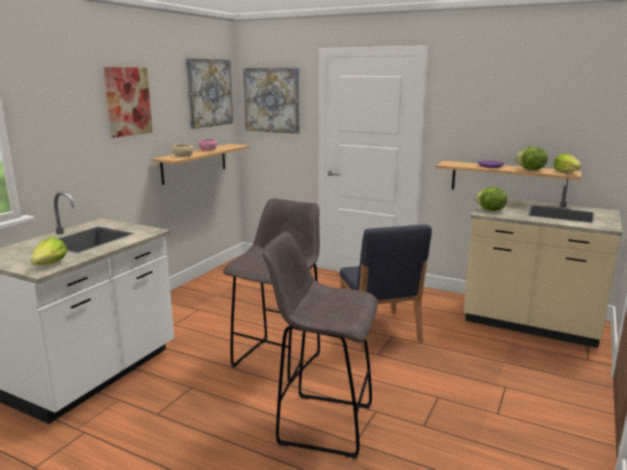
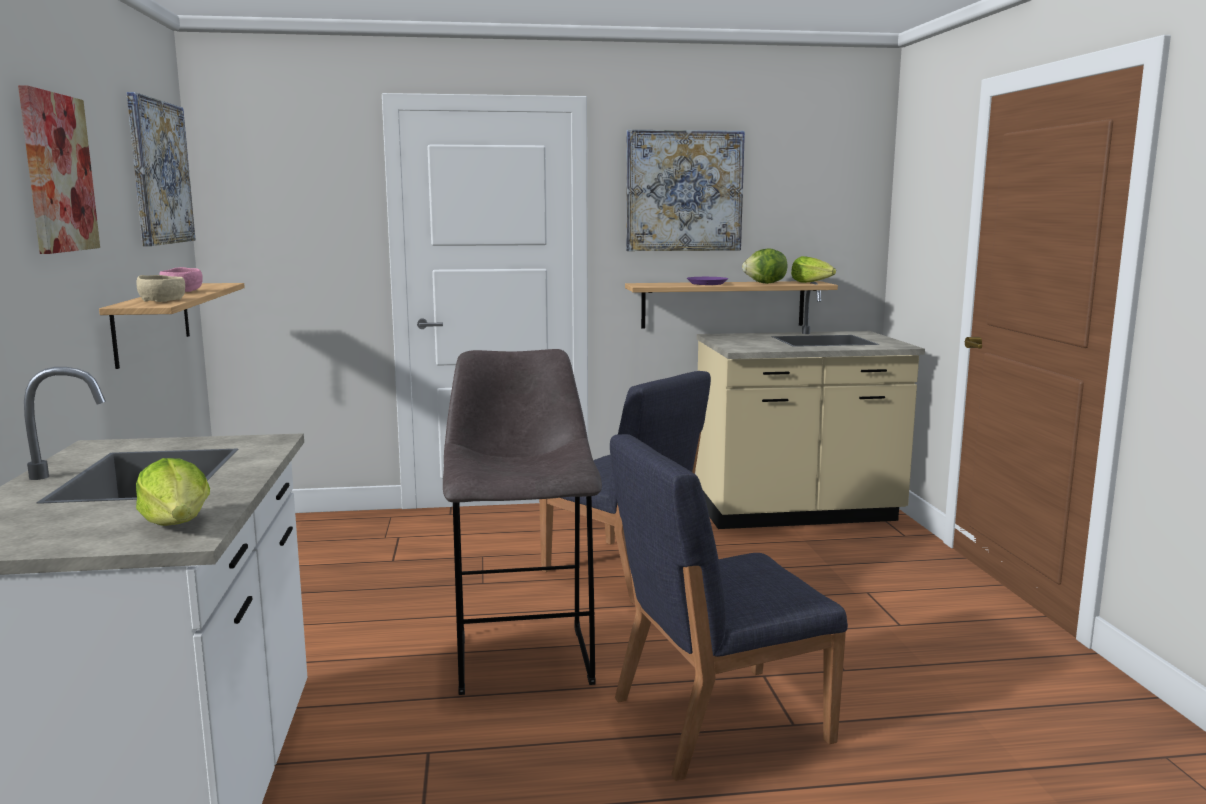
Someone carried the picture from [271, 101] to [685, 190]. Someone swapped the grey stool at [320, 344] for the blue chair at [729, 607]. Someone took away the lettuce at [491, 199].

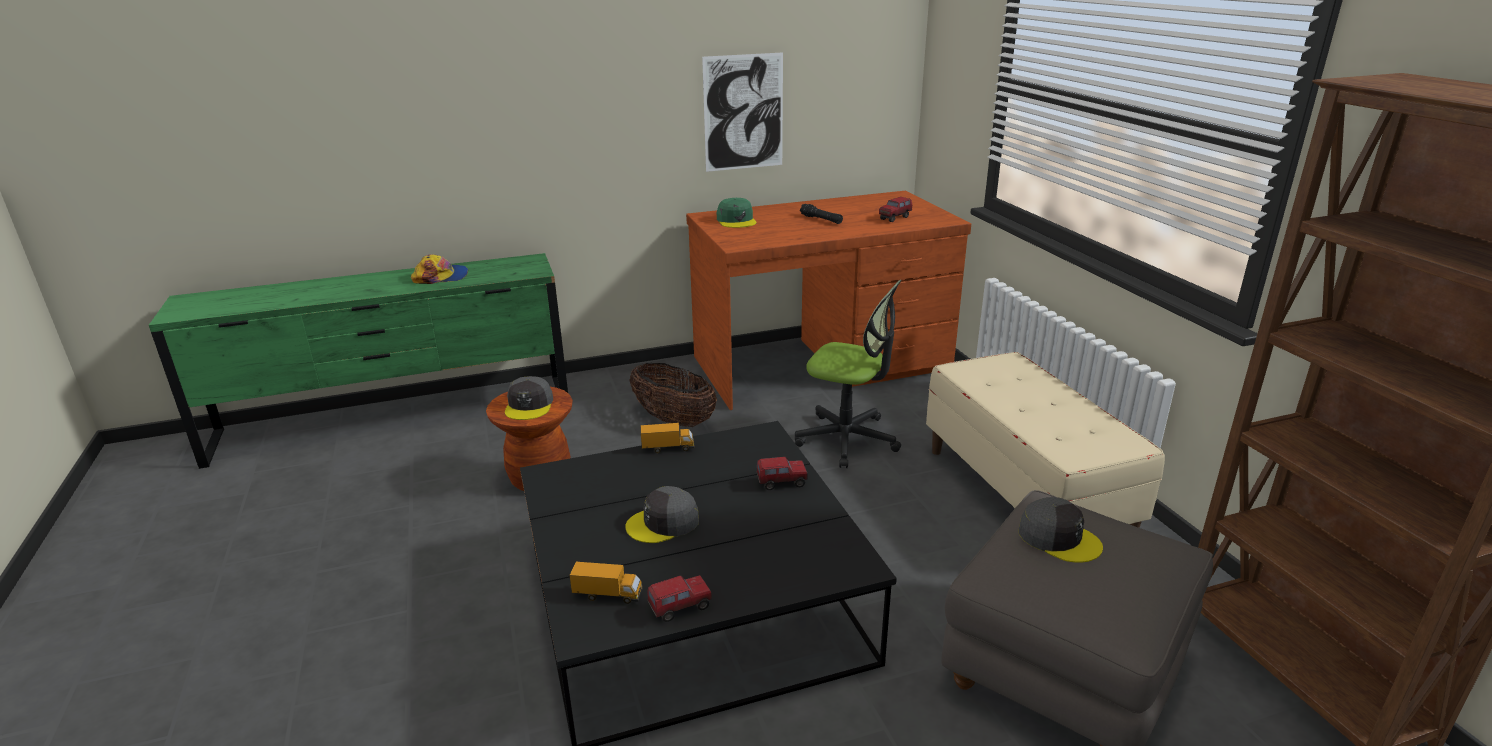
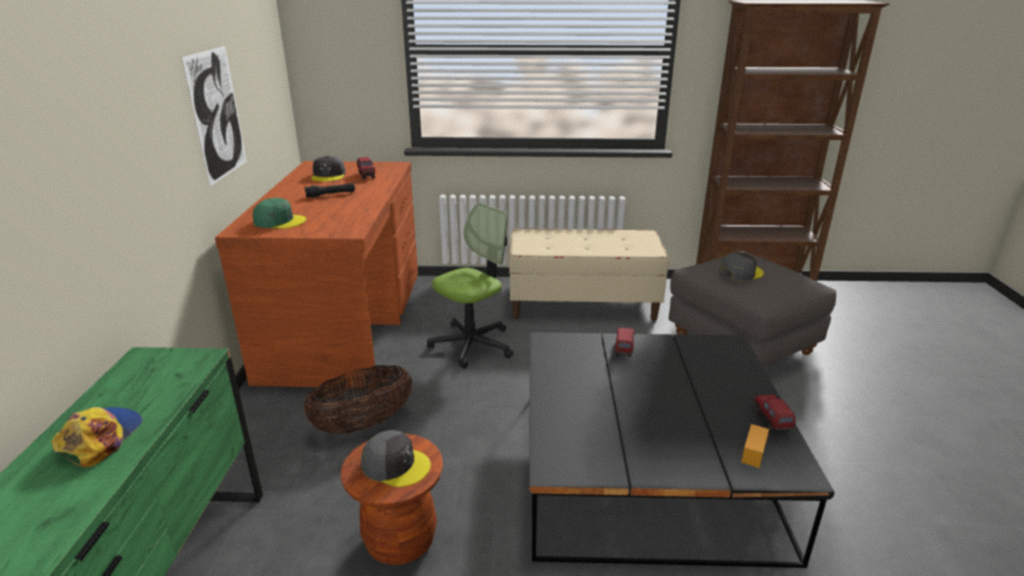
Someone carried the grey cap from [662, 514] to [328, 169]. Someone took away the toy truck at [668, 438].

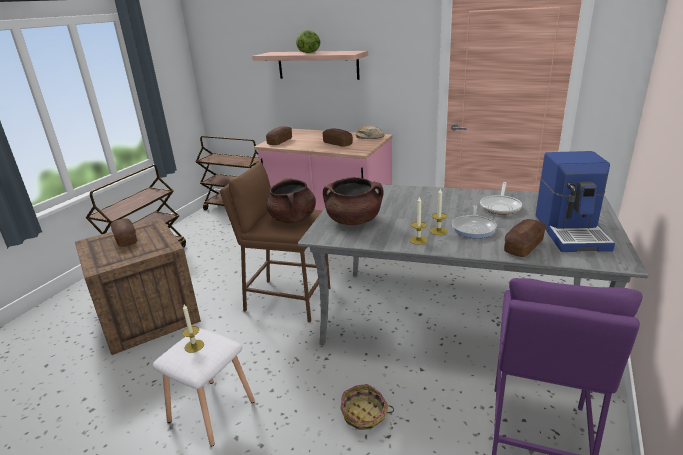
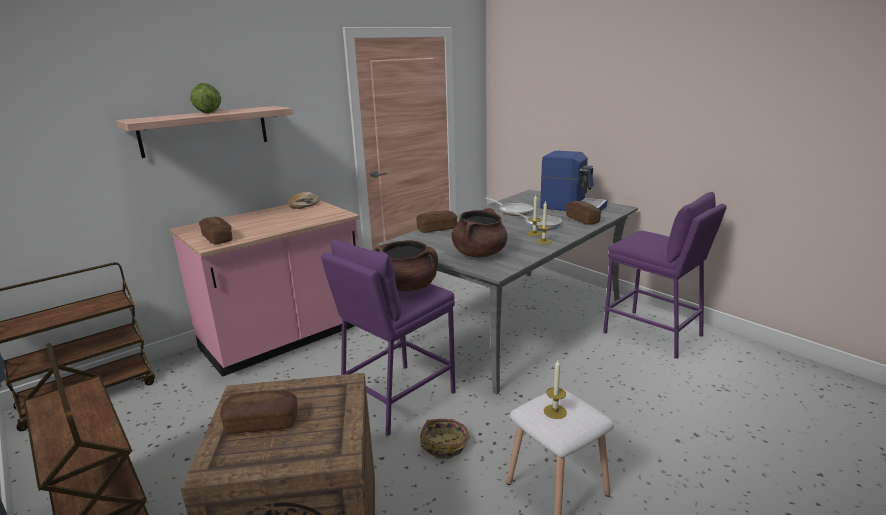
Someone repainted the brown stool at [275, 242], which became the purple stool at [388, 337]. Someone carried the bread from [337, 137] to [436, 222]. Someone carried the basket from [367, 407] to [445, 439].

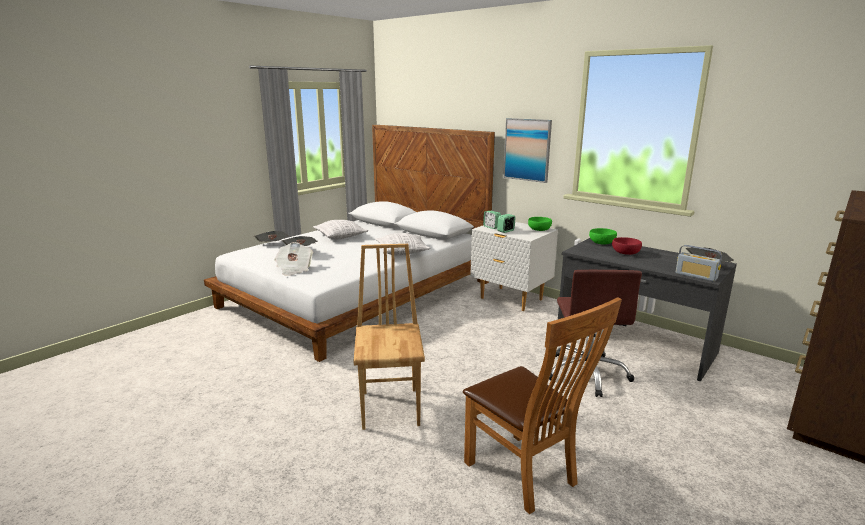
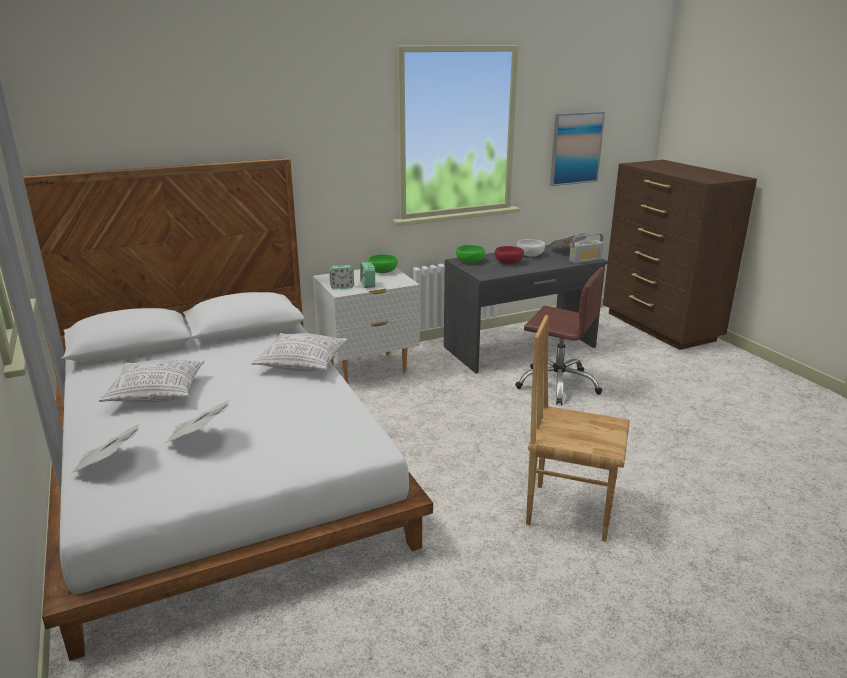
Someone took away the newspaper at [293, 259]. Someone took away the brown chair at [542, 405]. Someone carried the picture from [527, 150] to [577, 149]. Someone put down the white bowl at [531, 247].

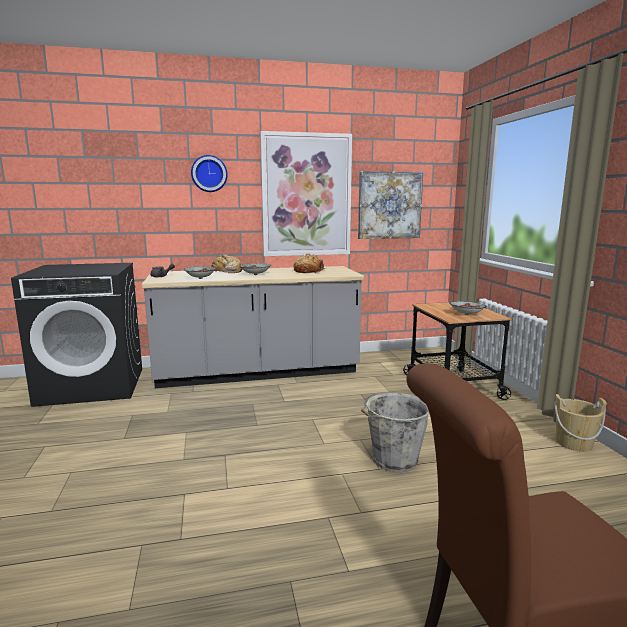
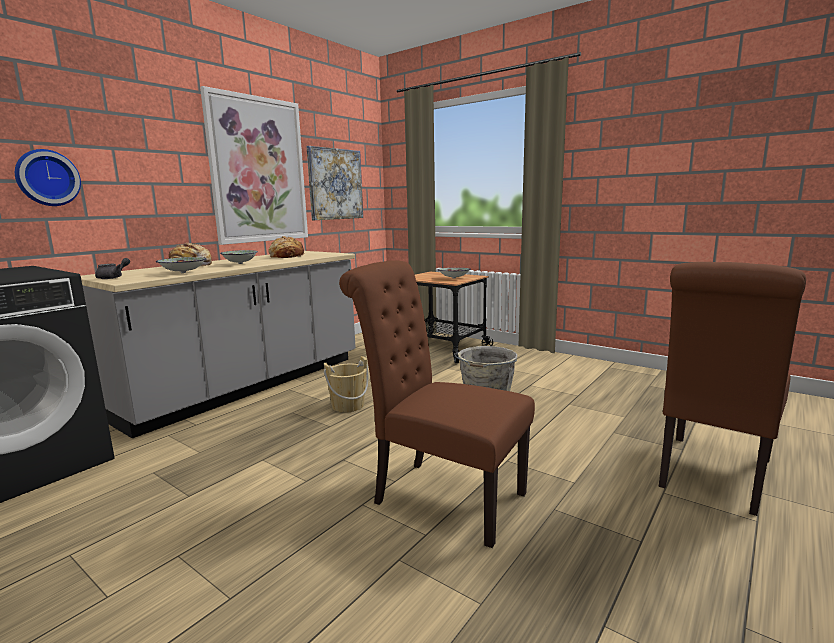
Someone carried the wall clock from [209, 173] to [48, 177]. Someone carried the beige bucket from [580, 423] to [346, 384]. Someone put down the brown chair at [437, 404].

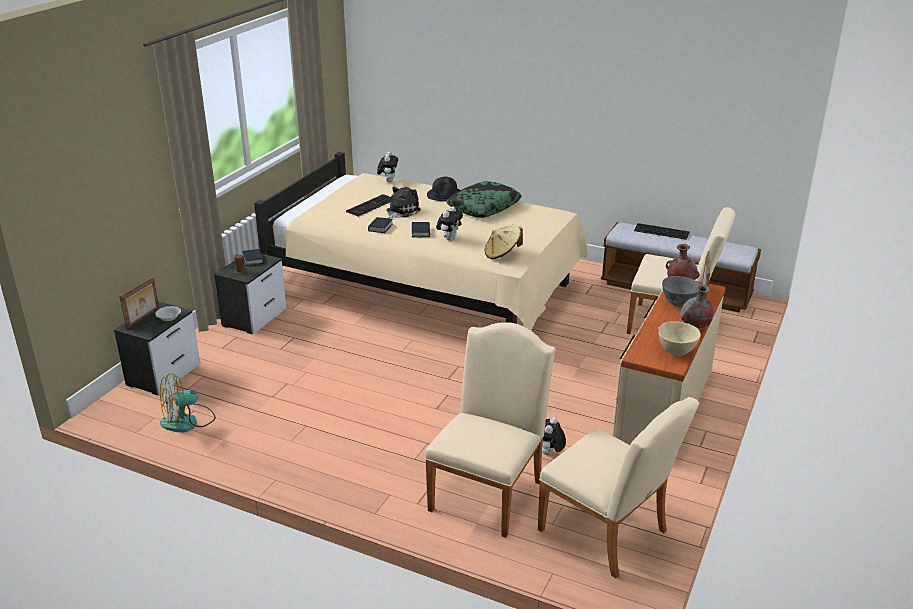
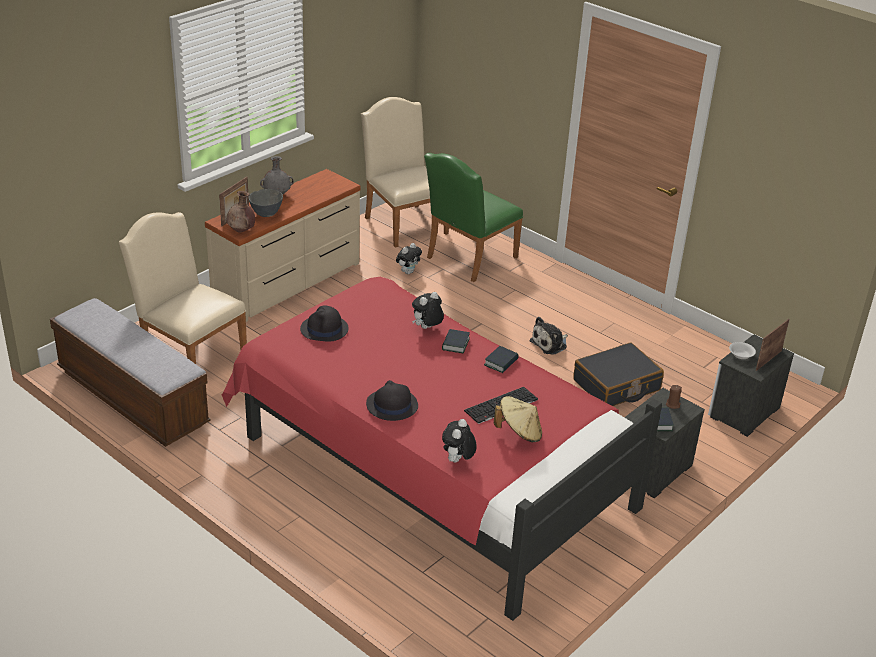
Someone took away the fan at [188, 402]. Someone repainted the beige bed at [421, 241], which became the red bed at [442, 449]. Someone carried the plush toy from [403, 203] to [549, 336]. Someone repainted the beige chair at [490, 430], which became the green chair at [473, 217]. Someone took away the pillow at [484, 199]. Someone carried the beige hat from [504, 242] to [518, 419]. Someone took away the keyboard at [662, 231]. Someone took away the beige bowl at [679, 338]. Someone put down the black hat at [324, 324]. Someone put down the black suitcase at [618, 374].

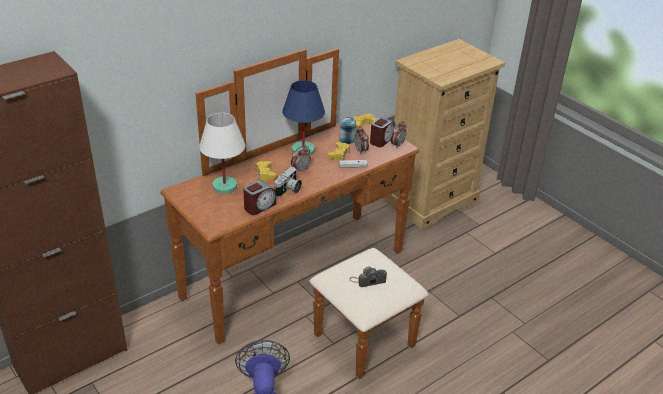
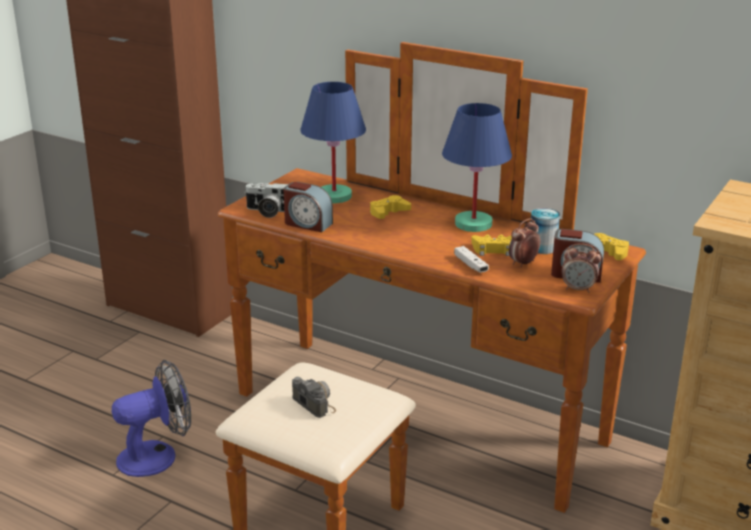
Someone repainted the white table lamp at [222, 153], which became the blue table lamp at [333, 142]. Someone carried the photo camera from [288, 182] to [266, 200]. Someone took away the alarm clock at [301, 159].

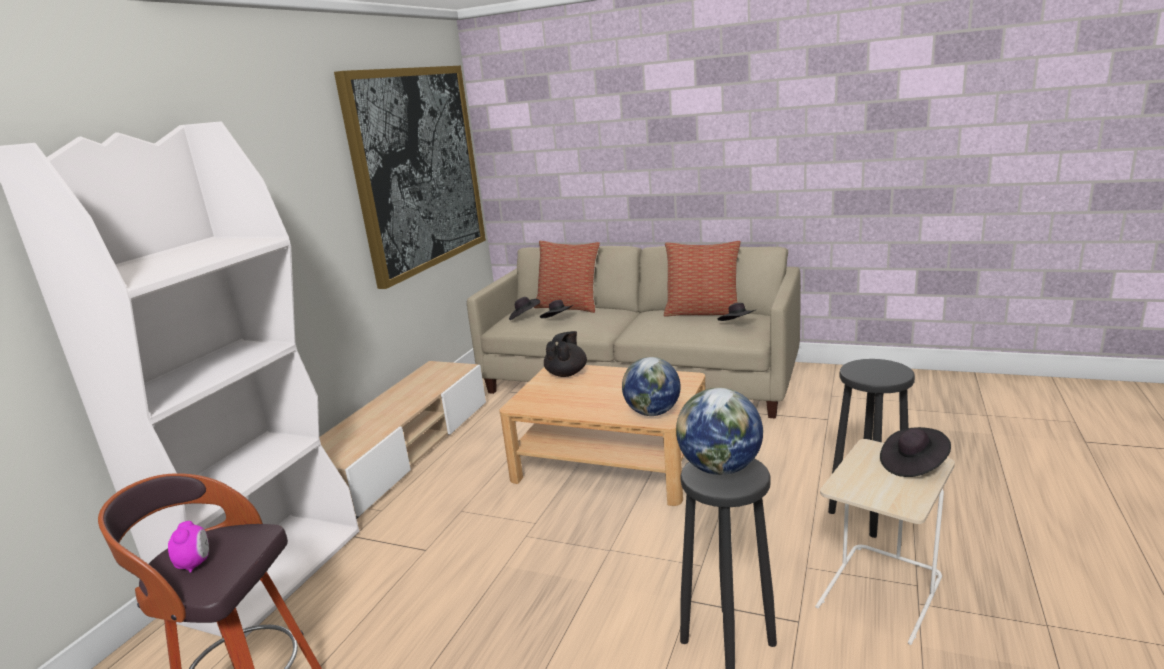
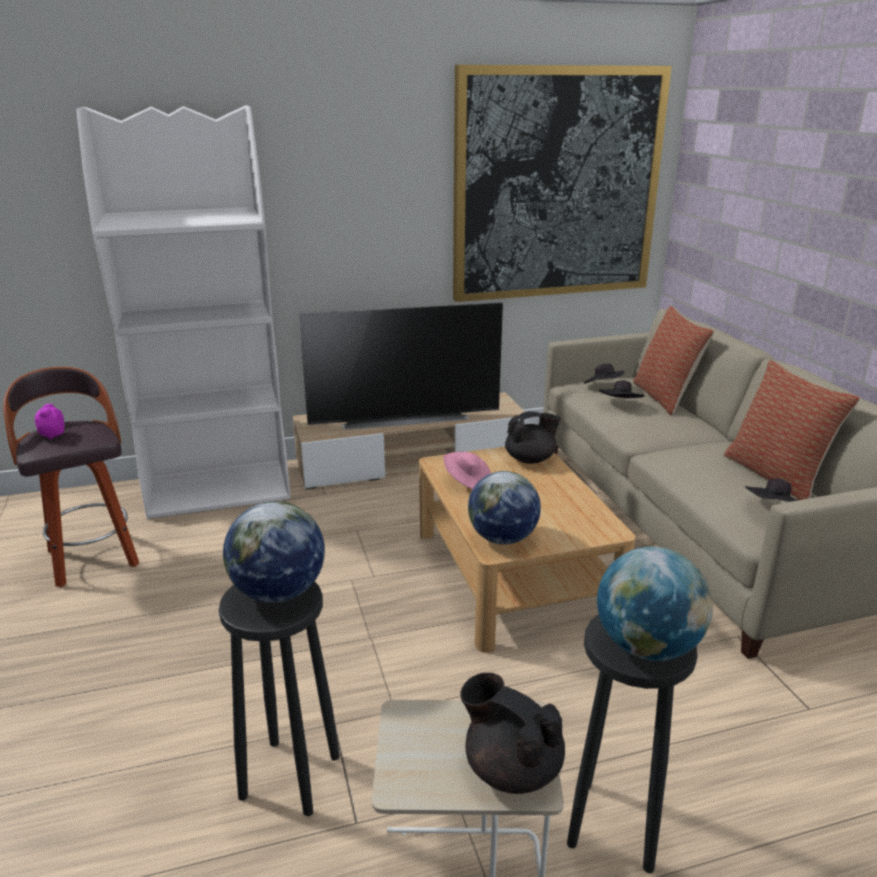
Someone rotated the alarm clock at [188, 547] by 135 degrees clockwise. Someone swapped the black hat at [915, 452] for the black teapot at [512, 733]. Someone put down the television at [401, 366]. Someone put down the pink hat at [467, 470]. Someone put down the globe at [655, 604].

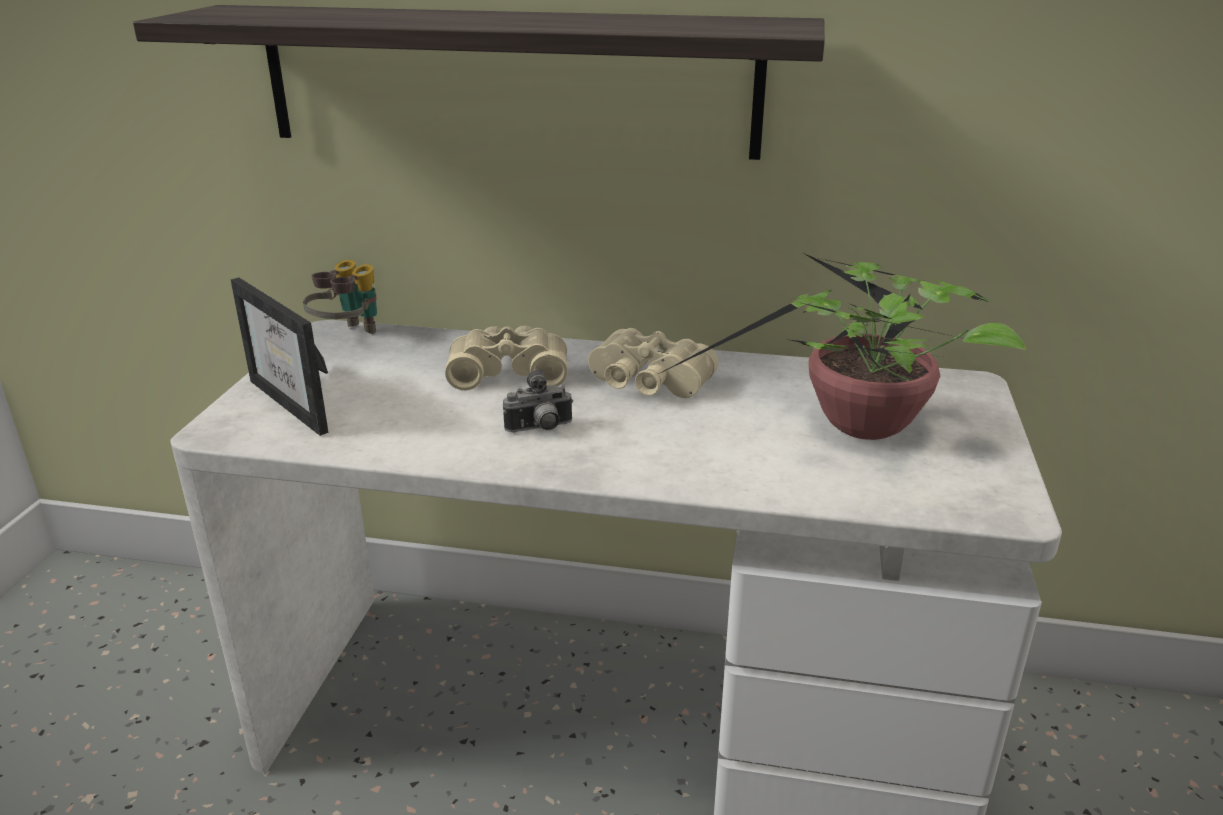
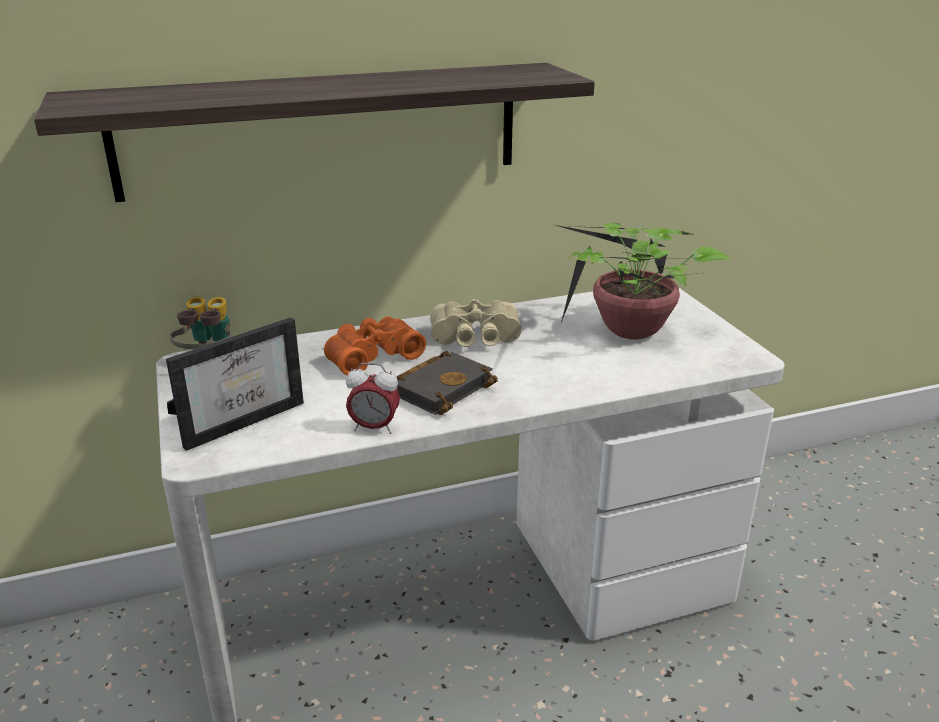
Someone rotated the picture frame at [280, 357] by 60 degrees counterclockwise. Someone repainted the beige binoculars at [506, 358], which became the orange binoculars at [375, 346]. Someone swapped the photo camera at [538, 400] for the black book at [447, 383]. Someone put down the alarm clock at [373, 398].

